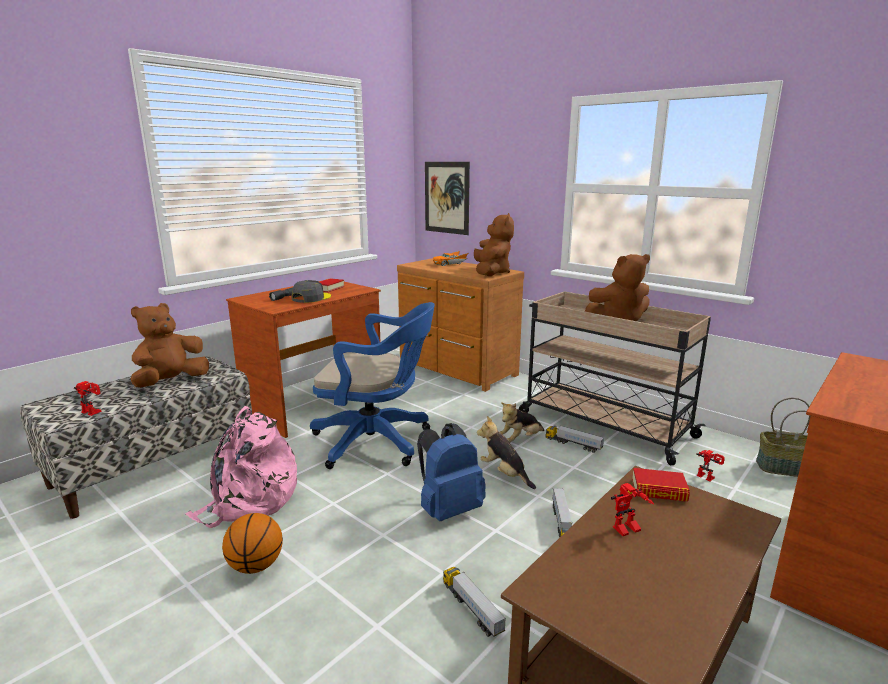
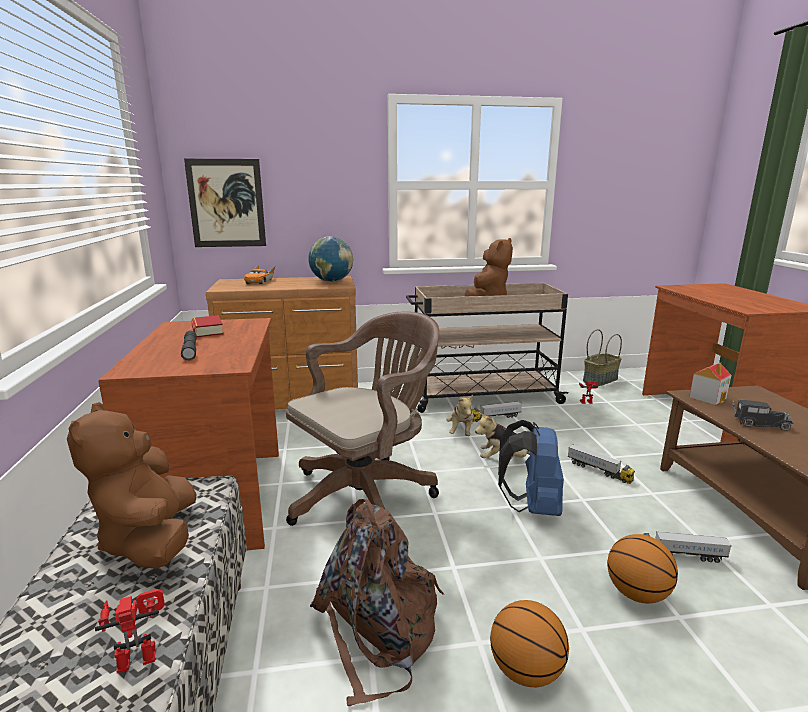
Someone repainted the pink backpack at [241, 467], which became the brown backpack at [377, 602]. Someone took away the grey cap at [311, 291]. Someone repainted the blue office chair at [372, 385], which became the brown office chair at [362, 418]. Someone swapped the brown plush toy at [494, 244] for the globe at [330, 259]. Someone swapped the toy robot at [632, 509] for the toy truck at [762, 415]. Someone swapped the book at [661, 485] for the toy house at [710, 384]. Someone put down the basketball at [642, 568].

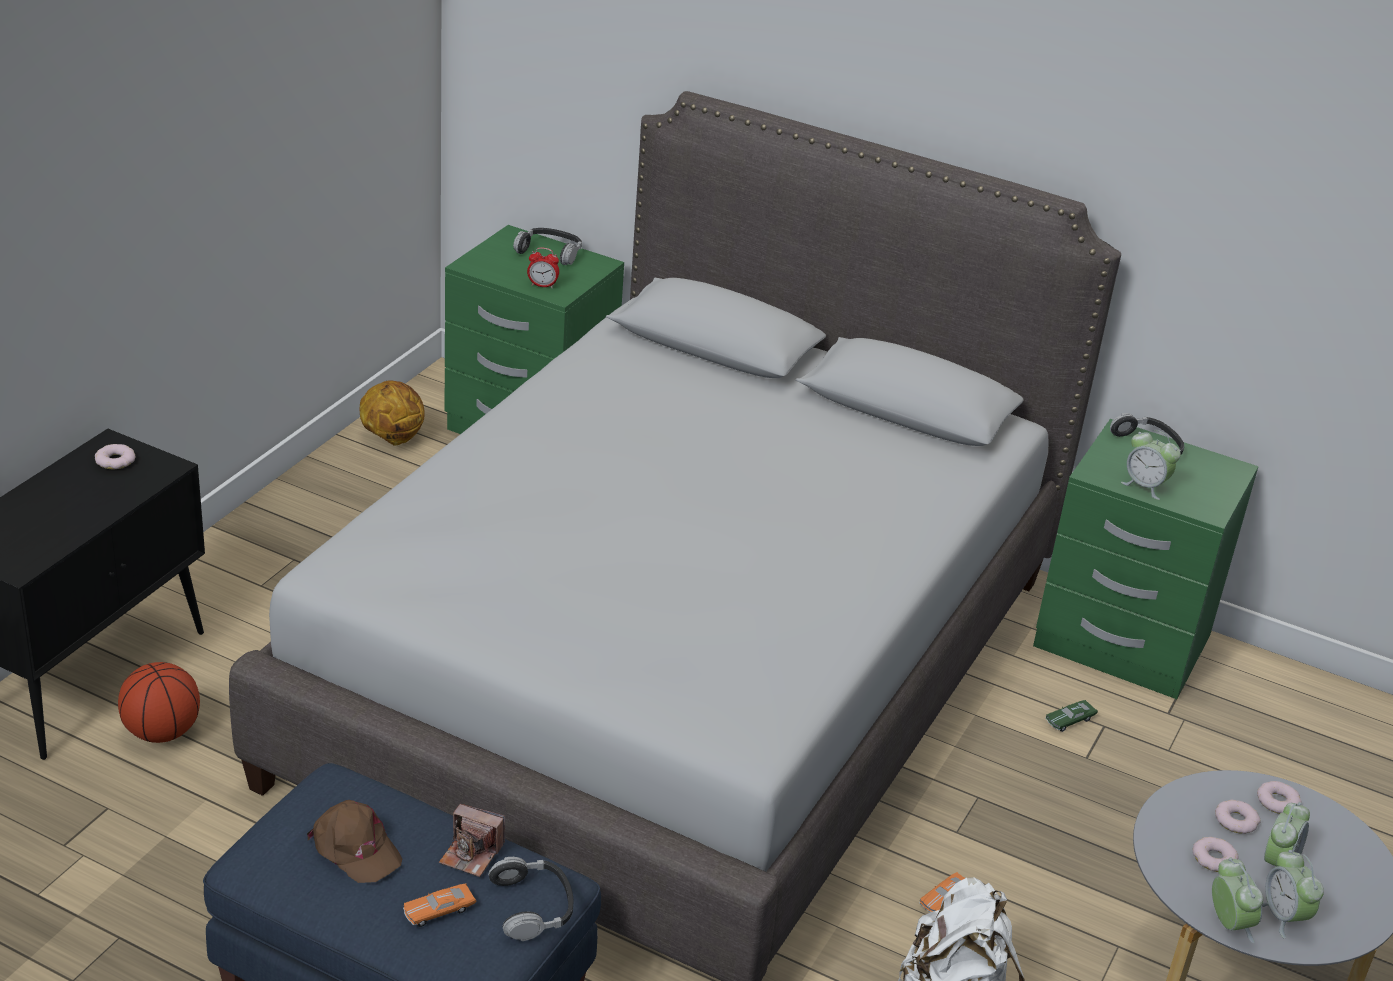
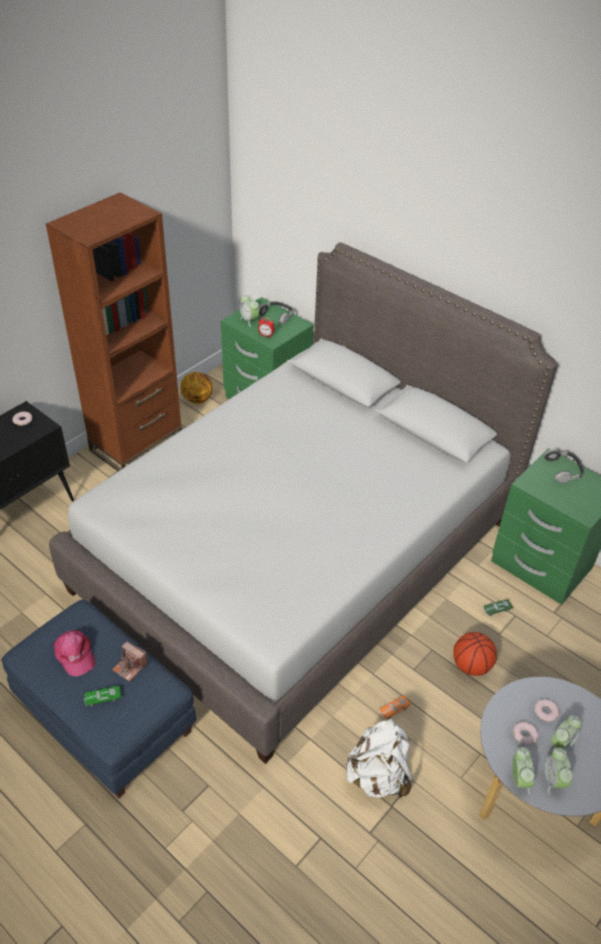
Someone carried the basketball from [159, 702] to [475, 654]. Someone repainted the brown cap at [354, 841], which became the pink cap at [74, 653]. Someone repainted the orange toy car at [439, 905], which became the green toy car at [102, 696]. Someone took away the headphones at [530, 899]. Someone carried the alarm clock from [1151, 465] to [249, 310]. Someone took away the donut at [1279, 797]. Someone put down the brown bookcase at [114, 332].

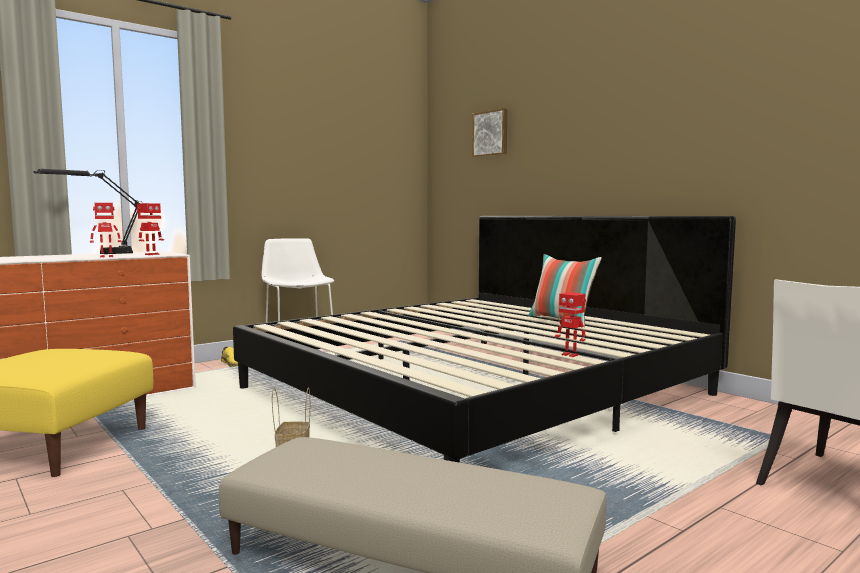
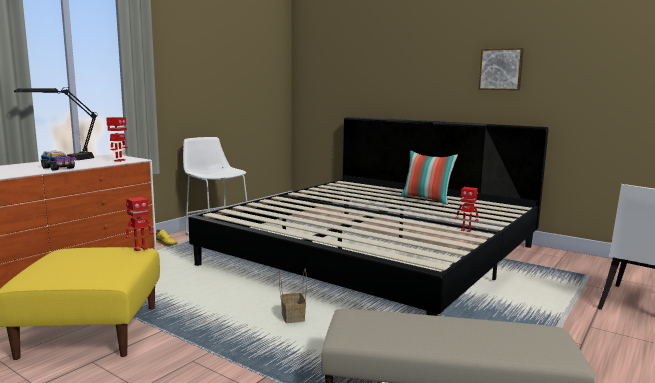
Someone carried the toy robot from [106, 230] to [140, 224]. Someone carried the picture from [489, 132] to [501, 69]. Someone put down the toy truck at [58, 160].

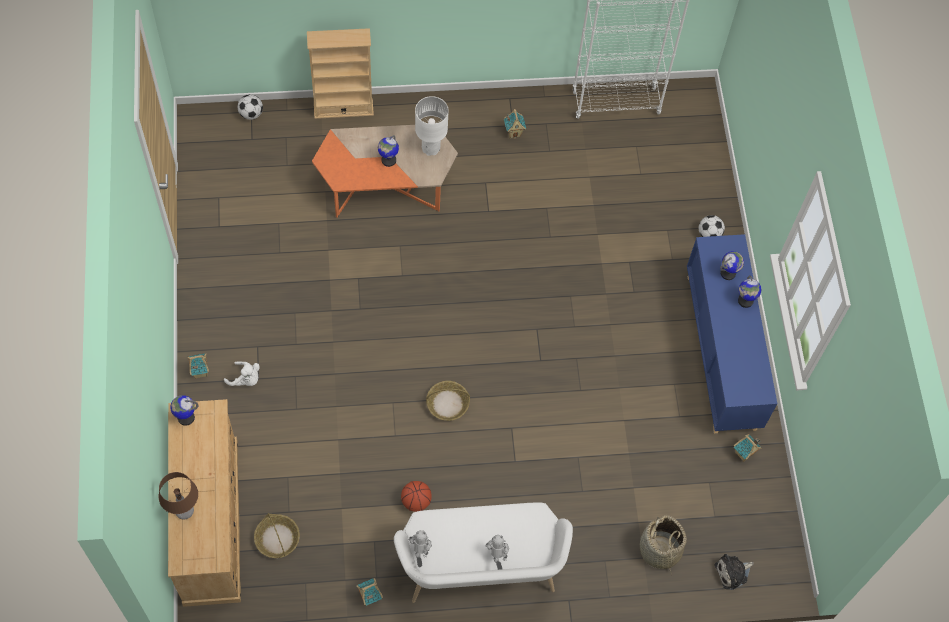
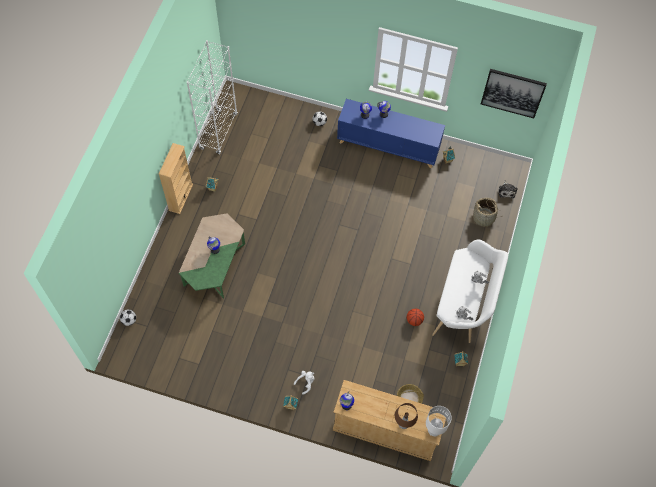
Someone carried the beige bookcase from [340, 73] to [175, 178]. Someone repainted the orange coffee table at [385, 171], which became the green coffee table at [212, 256]. Someone carried the white table lamp from [432, 126] to [439, 421]. Someone took away the basket at [448, 401]. Someone put up the picture at [514, 93].

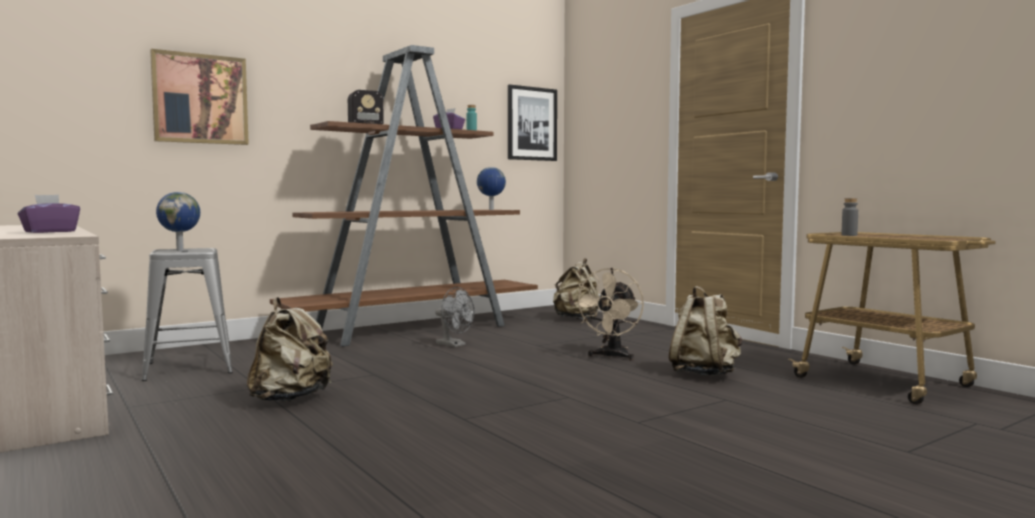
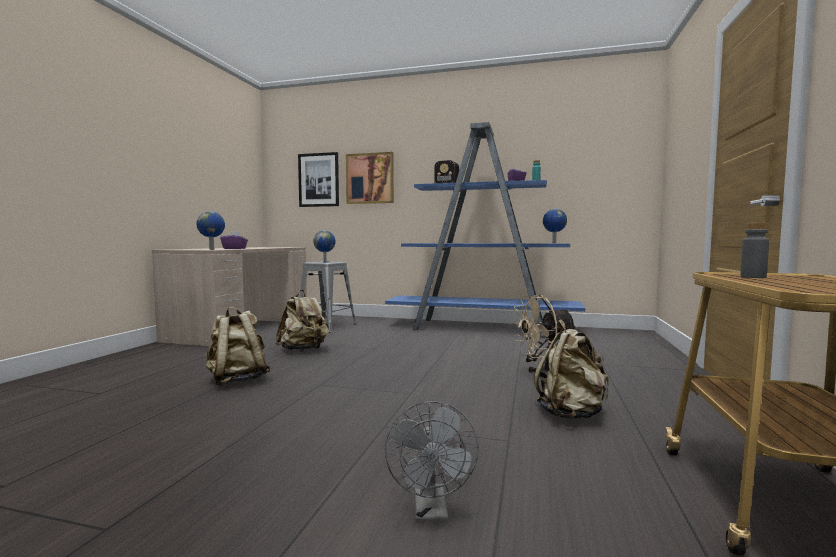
Someone repainted the brown bookcase at [404, 196], which became the blue bookcase at [485, 230]. Someone carried the grey fan from [455, 317] to [432, 461]. Someone carried the picture from [532, 123] to [318, 179]. Someone carried the beige backpack from [576, 289] to [238, 345]. Someone put down the globe at [210, 230].

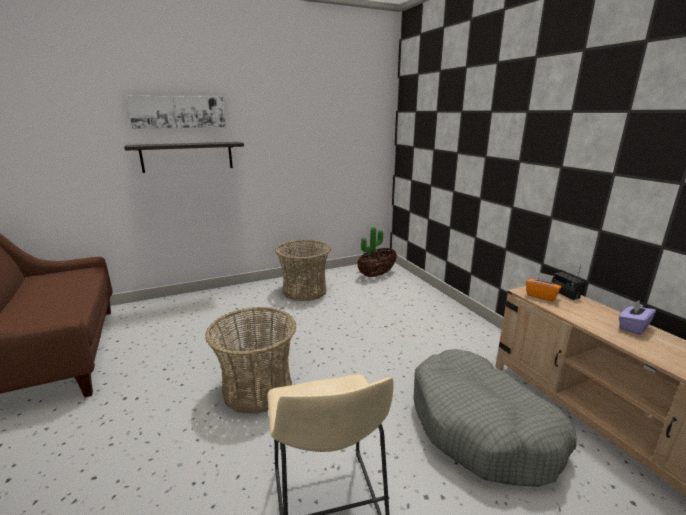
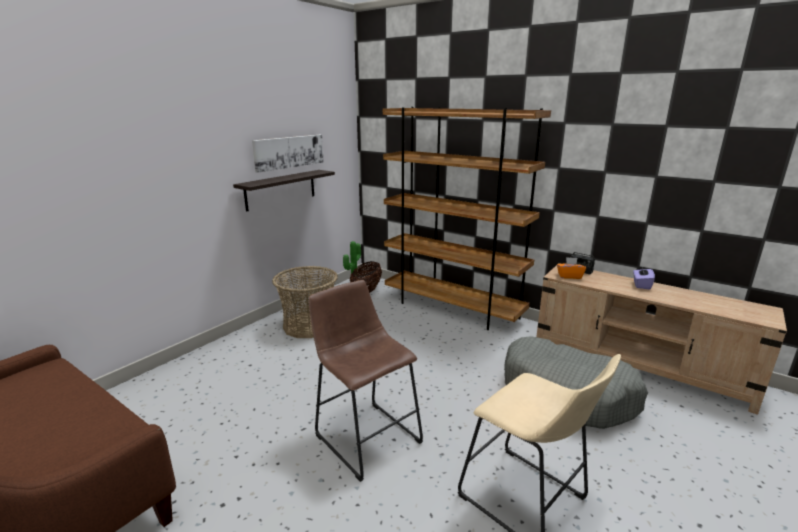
Someone carried the shelf from [184, 157] to [284, 191]. Someone carried the picture from [176, 112] to [288, 154]. Someone swapped the basket at [250, 360] for the brown stool at [366, 381]. Someone put down the brown bookcase at [467, 218].

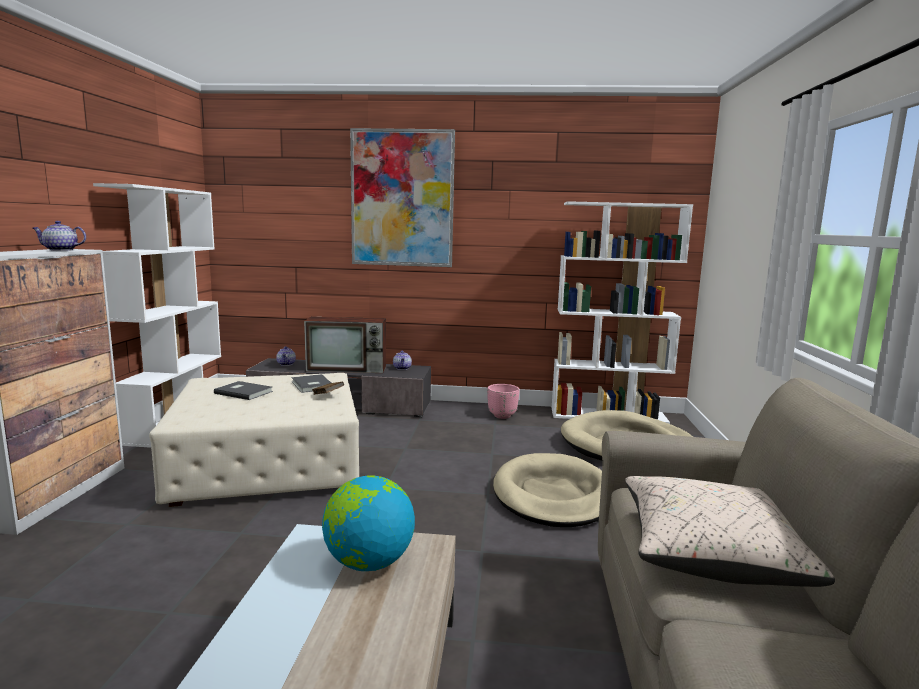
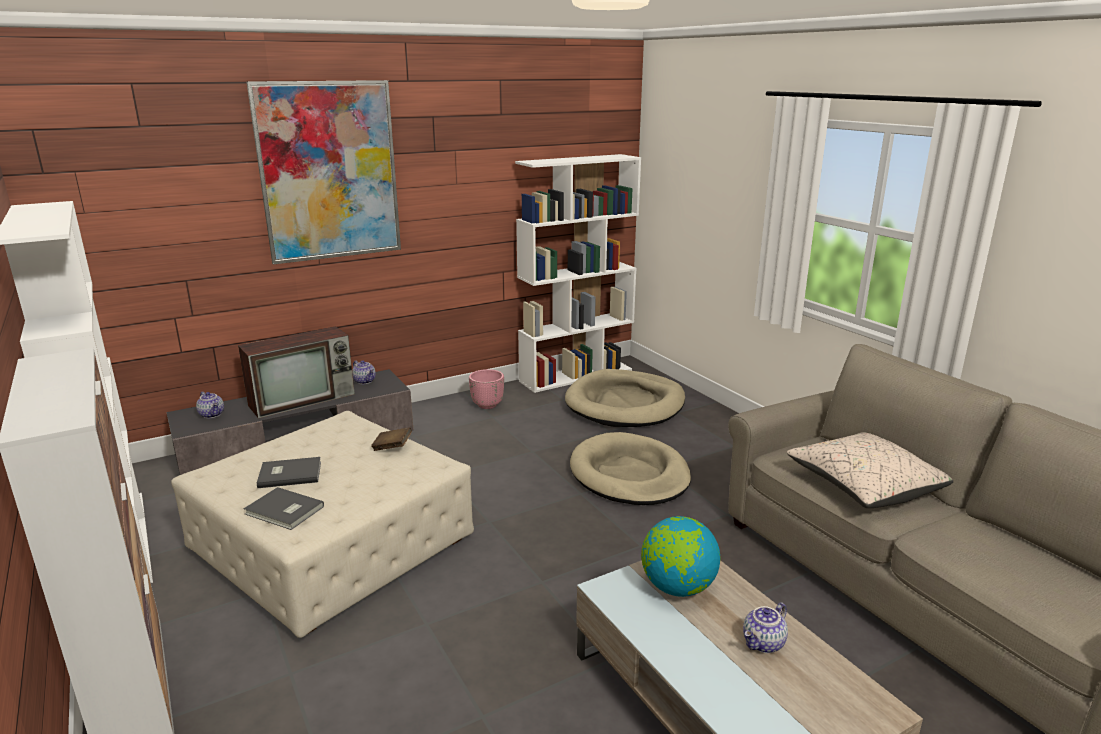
Someone carried the teapot from [59, 236] to [765, 627]. Someone carried the grey book from [311, 383] to [283, 508].

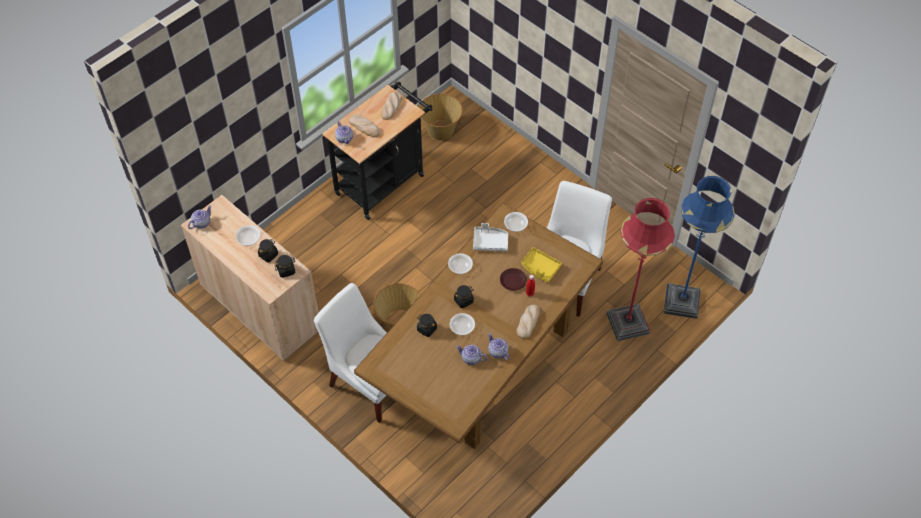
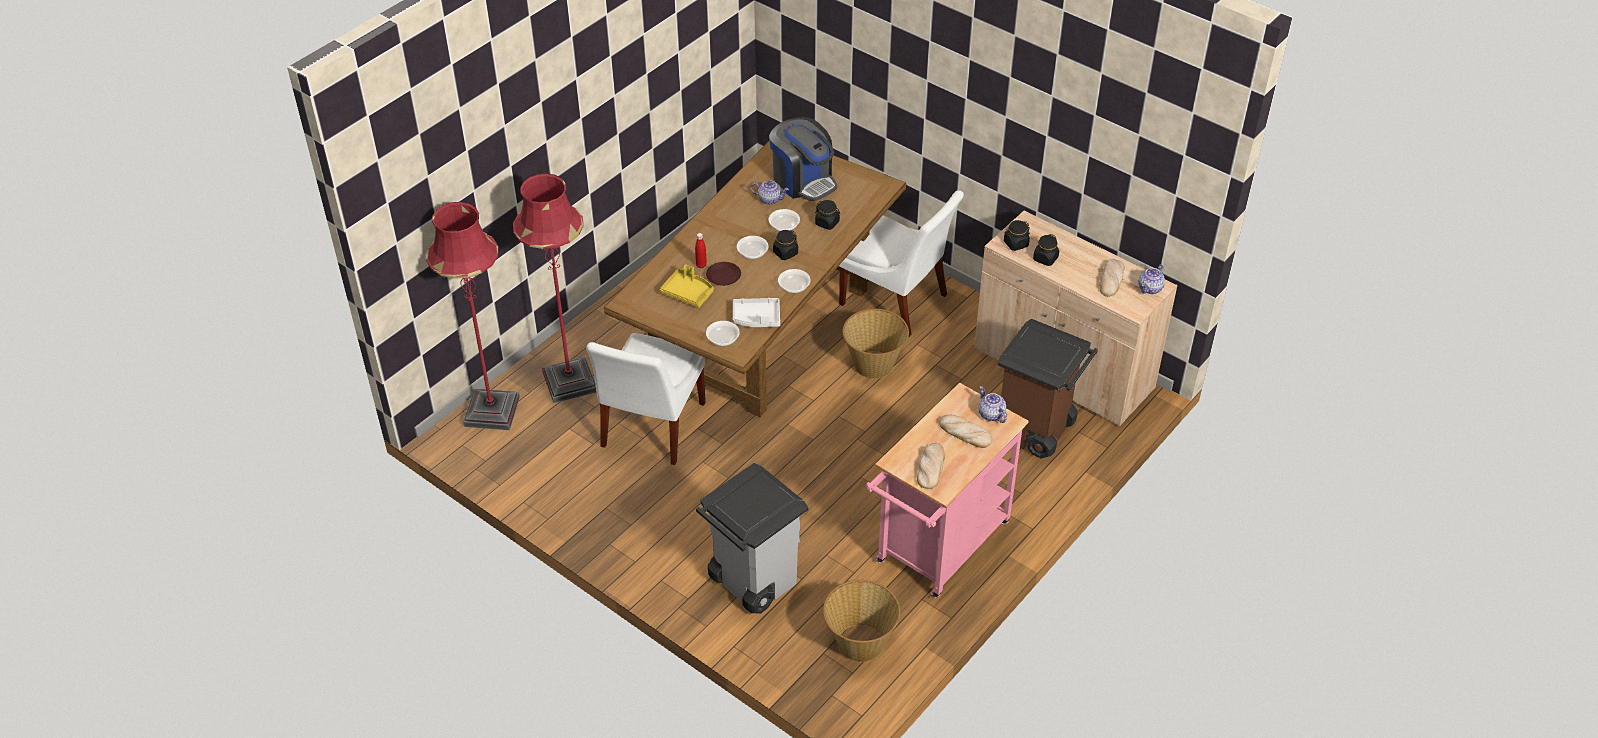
Someone carried the bowl from [247, 235] to [753, 247]. Someone repainted the black cart at [377, 151], which became the pink cart at [947, 490]. Someone took away the teapot at [499, 346]. Someone carried the bread from [528, 322] to [1112, 278]. Someone repainted the blue floor lamp at [699, 247], which became the red floor lamp at [473, 316]. Someone put down the grey trash can at [752, 538]. Someone put down the coffee machine at [803, 159]. Someone put down the brown trash can at [1048, 388].

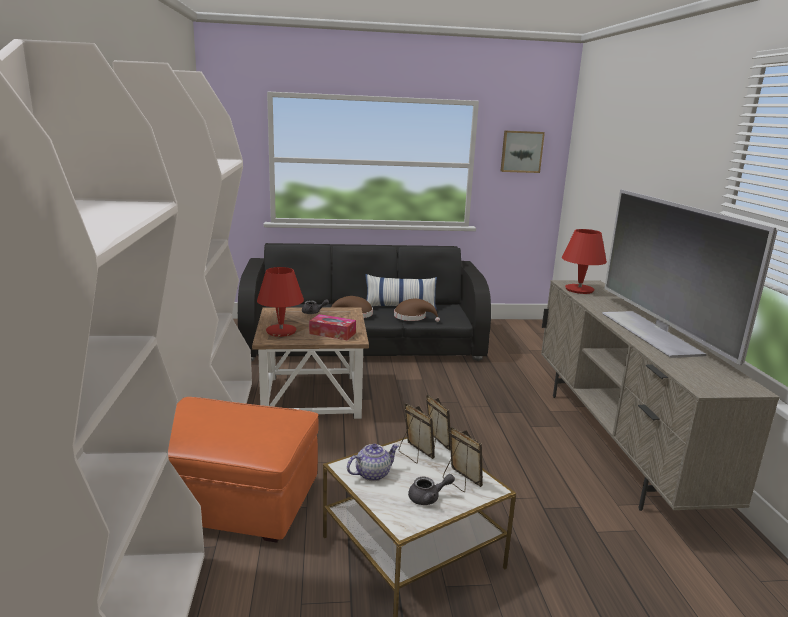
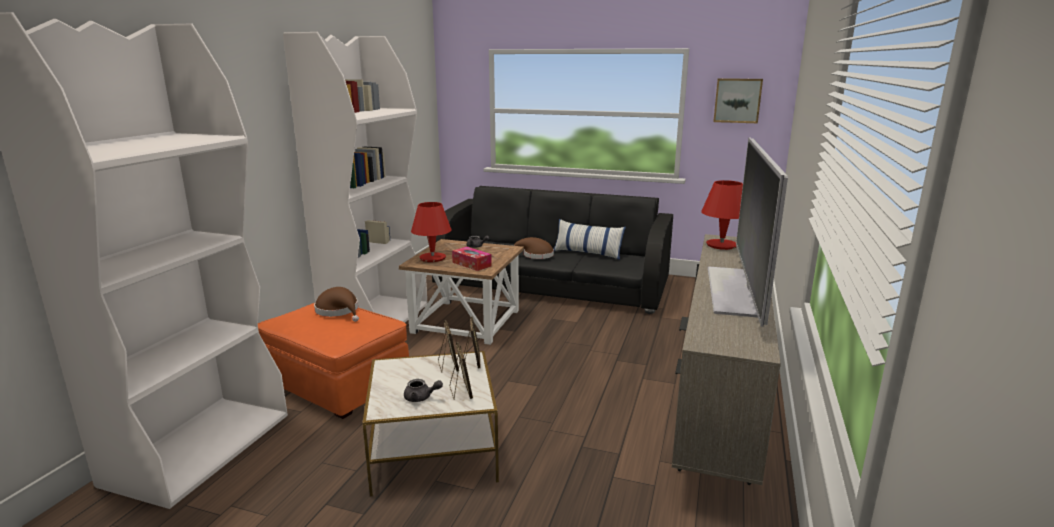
Someone took away the teapot at [373, 462]. Someone carried the brown hat from [417, 310] to [336, 304].

